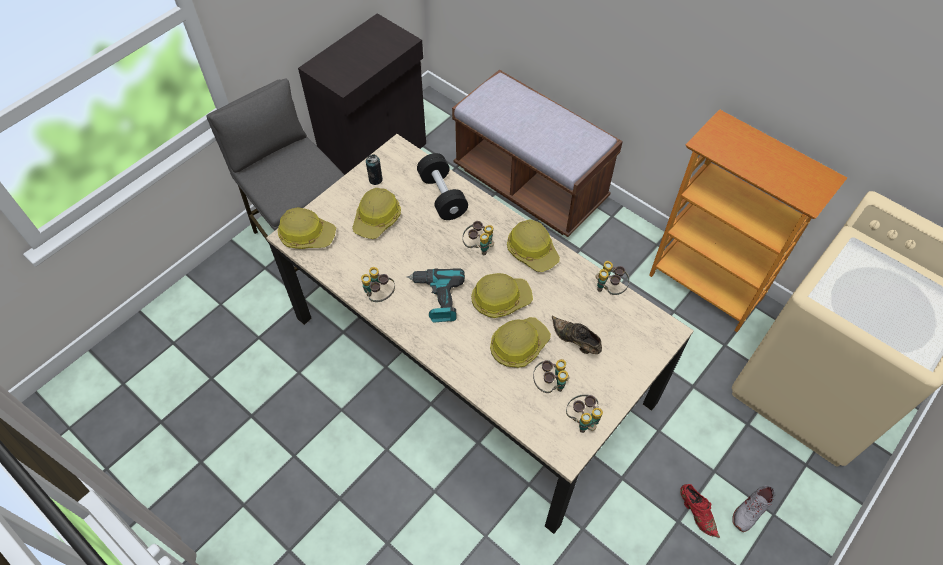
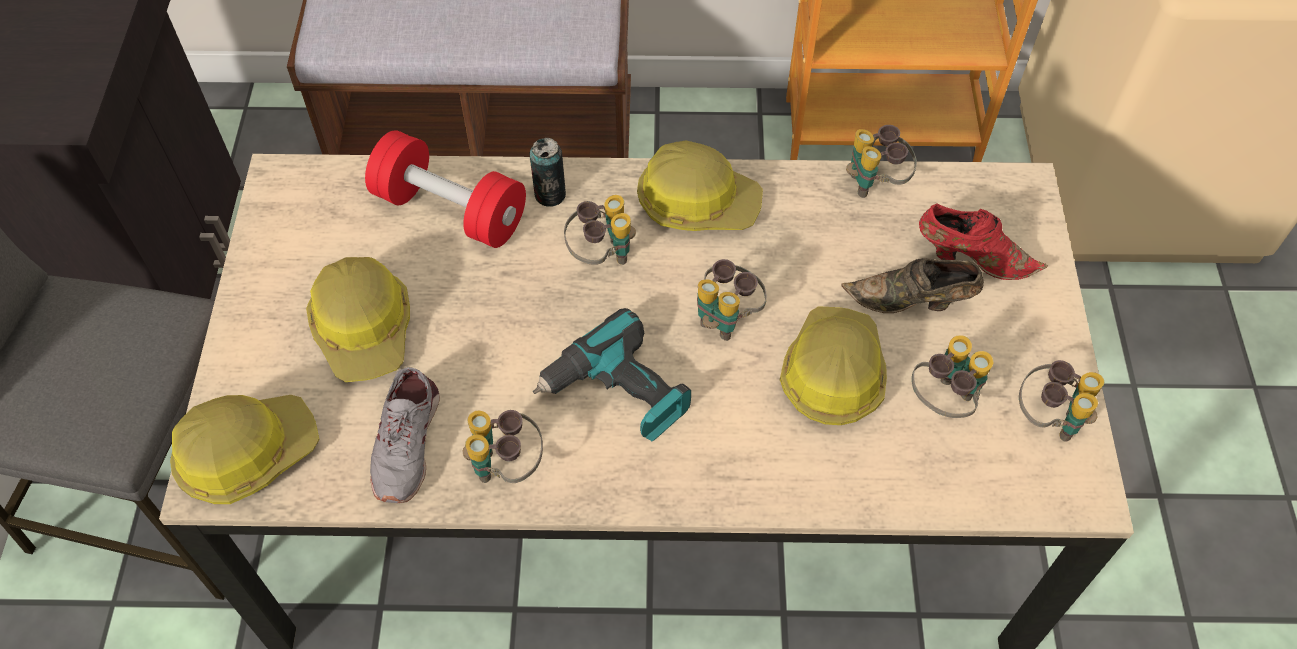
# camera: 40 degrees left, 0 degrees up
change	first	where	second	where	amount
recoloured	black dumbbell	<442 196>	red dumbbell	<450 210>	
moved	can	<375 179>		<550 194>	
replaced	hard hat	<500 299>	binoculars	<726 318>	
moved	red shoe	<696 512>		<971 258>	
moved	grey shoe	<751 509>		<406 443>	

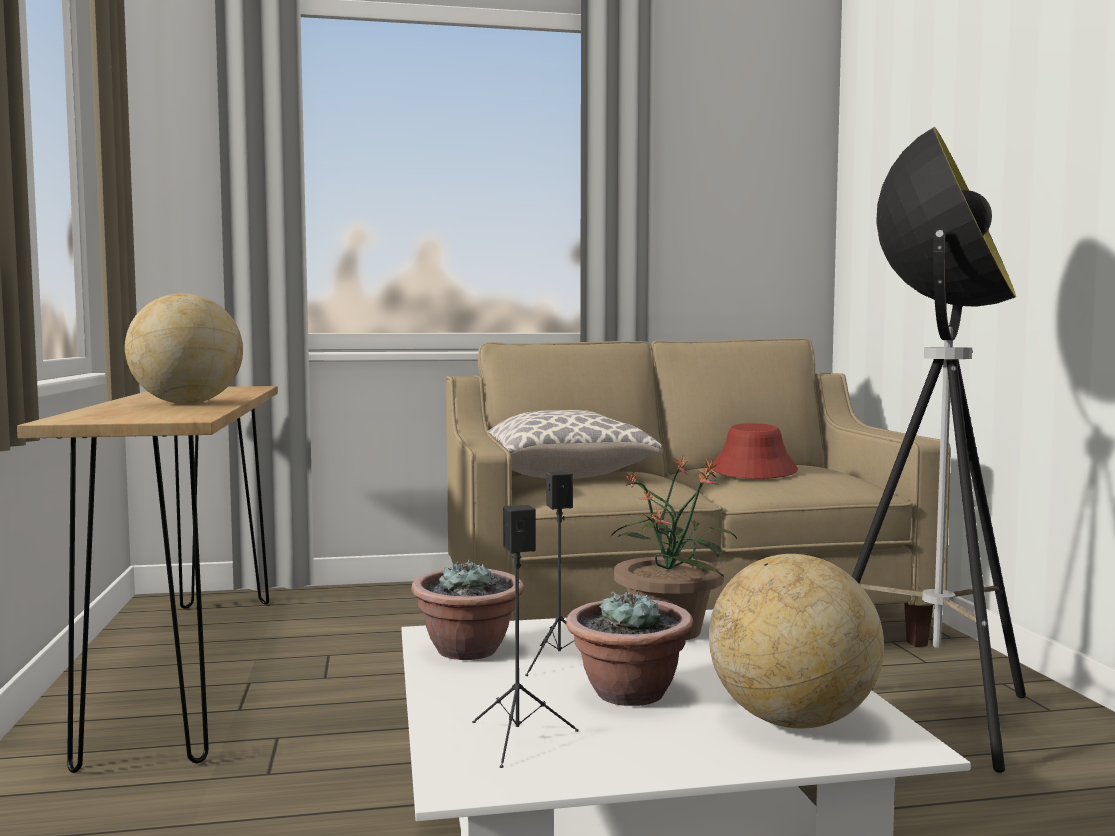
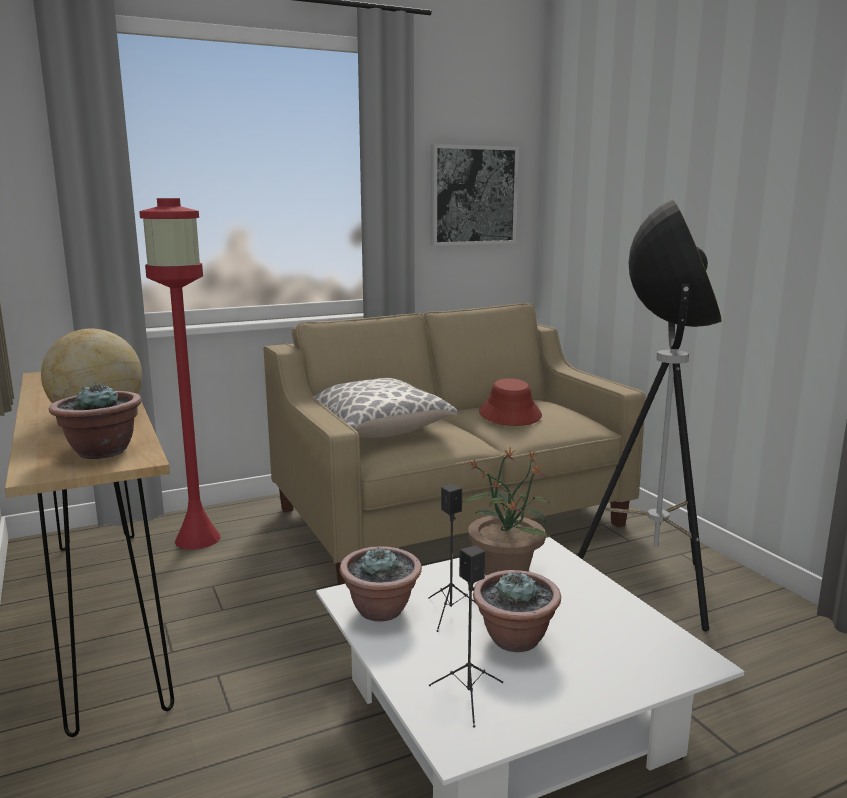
# camera: 15 degrees left, 10 degrees up
change	first	where	second	where	amount
removed	globe	<792 721>			
added			picture	<473 195>	
added			red floor lamp	<198 539>	
added			potted plant	<101 451>	

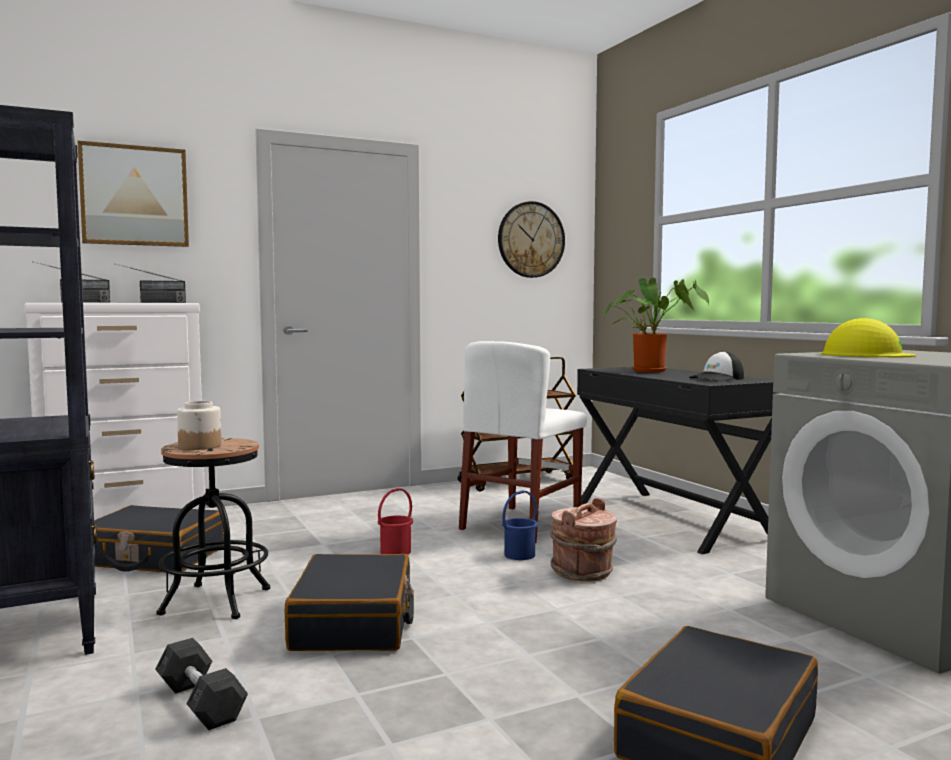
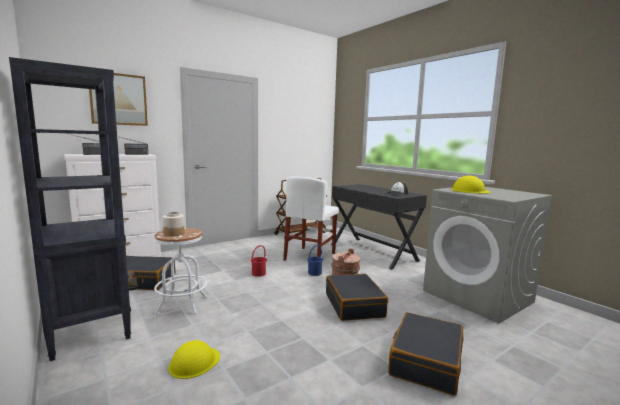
# camera: 10 degrees left, 5 degrees up
change	first	where	second	where	amount
removed	wall clock	<531 239>			
removed	potted plant	<652 371>			
recoloured	black stool	<216 601>	white stool	<182 305>	
moved	black suitcase	<354 623>		<354 305>	
replaced	grey dumbbell	<200 702>	yellow hard hat	<194 362>	

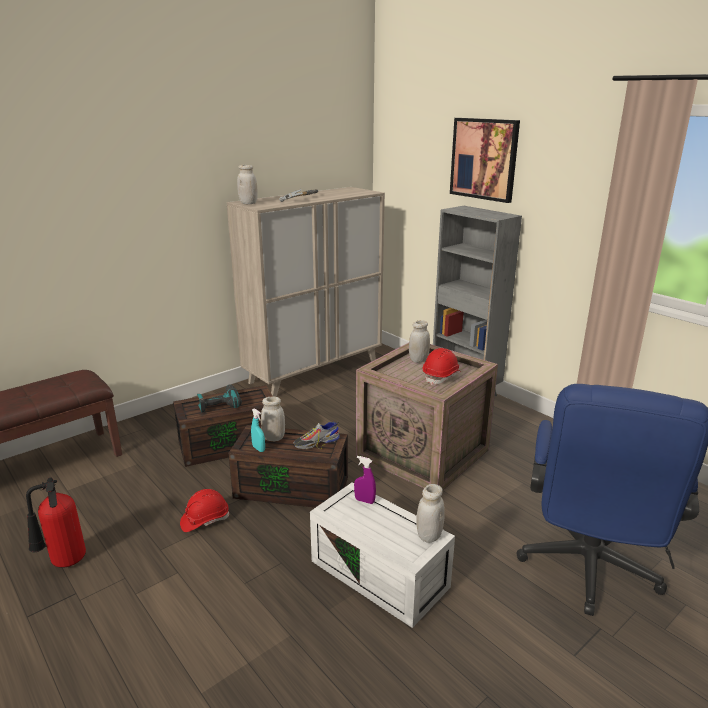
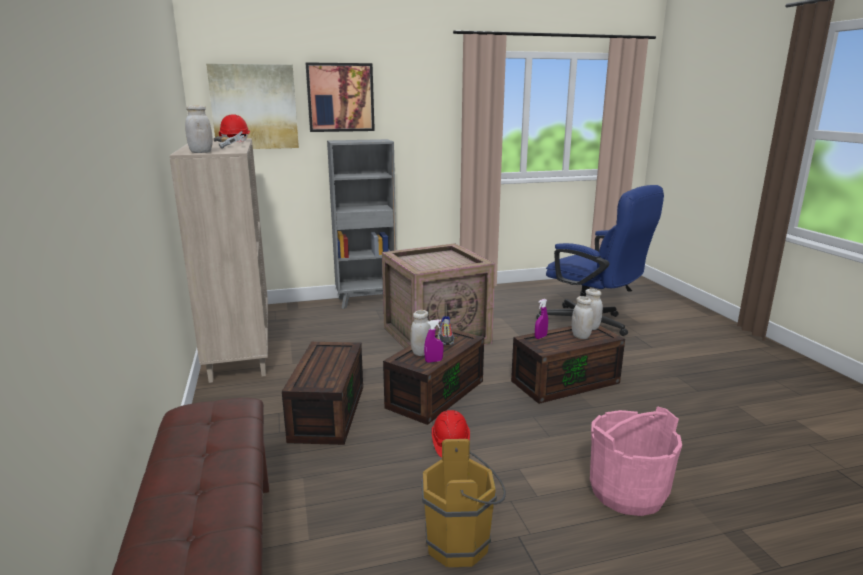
# camera: 65 degrees left, 5 degrees down
change	first	where	second	where	amount
moved	white jar	<418 360>		<581 336>	
moved	red hard hat	<441 376>		<235 141>	
removed	power drill	<219 403>			
recoloured	turquoise spray bottle	<258 449>	purple spray bottle	<433 361>	
replaced	fire extinguisher	<64 563>	brown bucket	<462 544>	
recoloured	white storage box	<382 573>	brown storage box	<565 381>	
added			picture	<254 107>	
added			pink bucket	<627 491>	

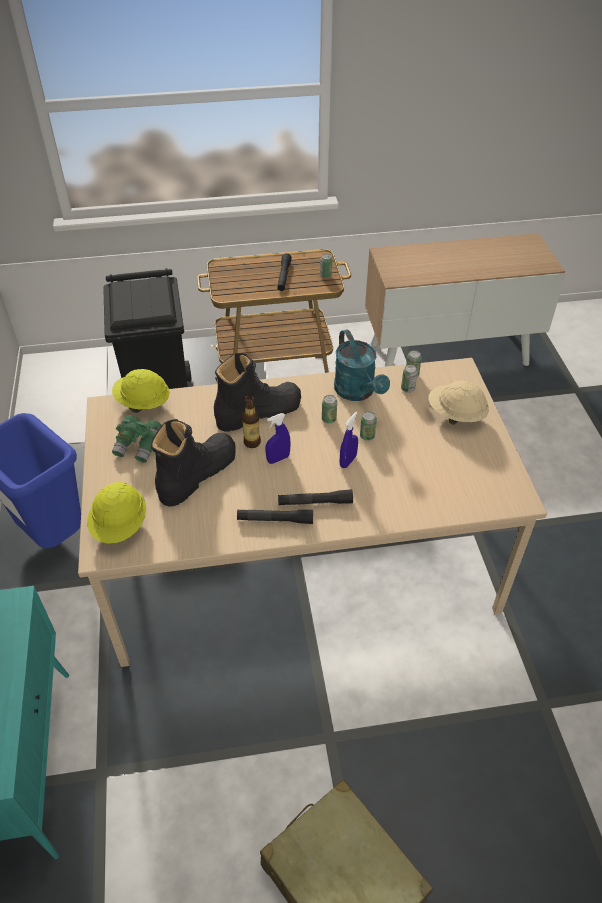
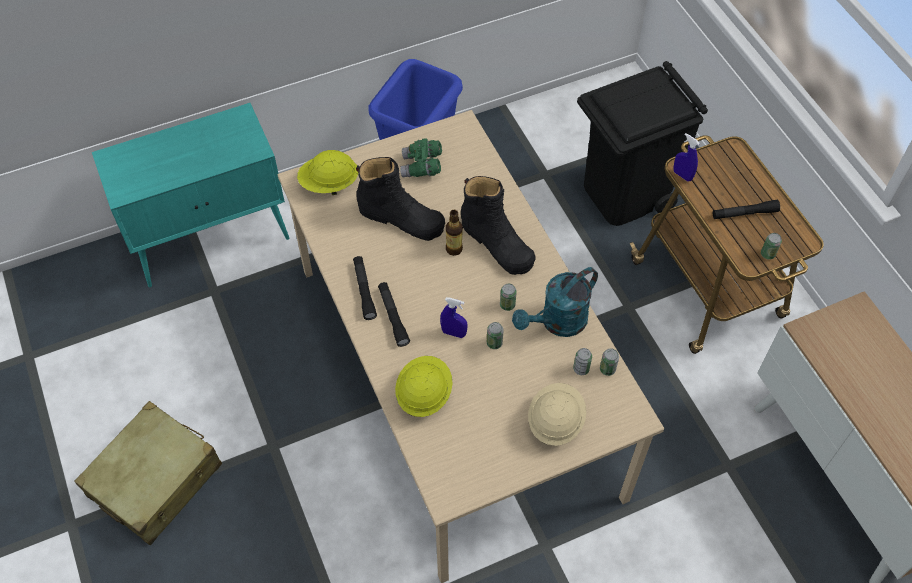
# camera: 75 degrees right, 10 degrees up
change	first	where	second	where	amount
moved	yellow hard hat	<143 403>		<423 394>	
moved	blue spray bottle	<278 459>		<682 175>	

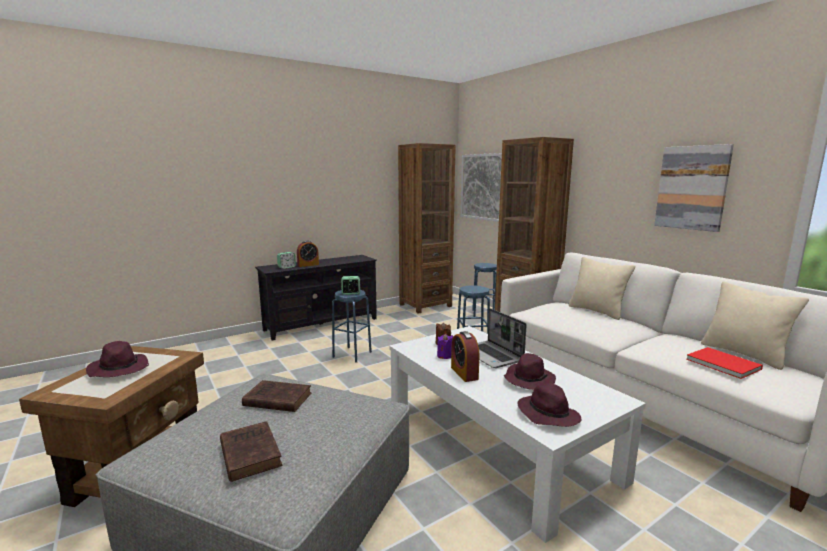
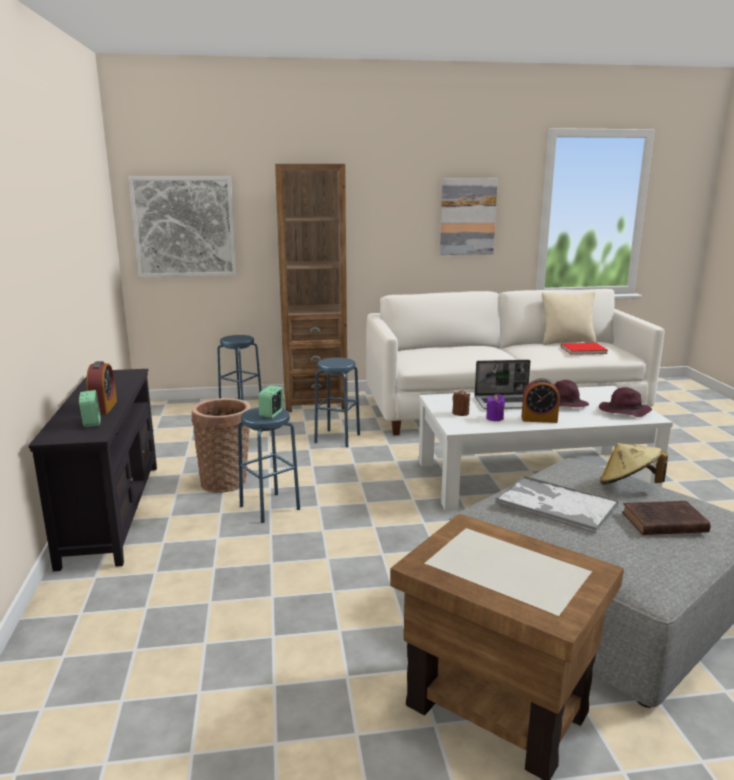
# camera: 65 degrees left, 5 degrees up
change	first	where	second	where	amount
removed	brown bookcase	<425 305>			
removed	beige pillow	<597 311>			
removed	purple hat	<118 369>			
replaced	brown book	<276 399>	tray	<555 504>	
added			basket	<226 481>	
added			beige hat	<628 485>	

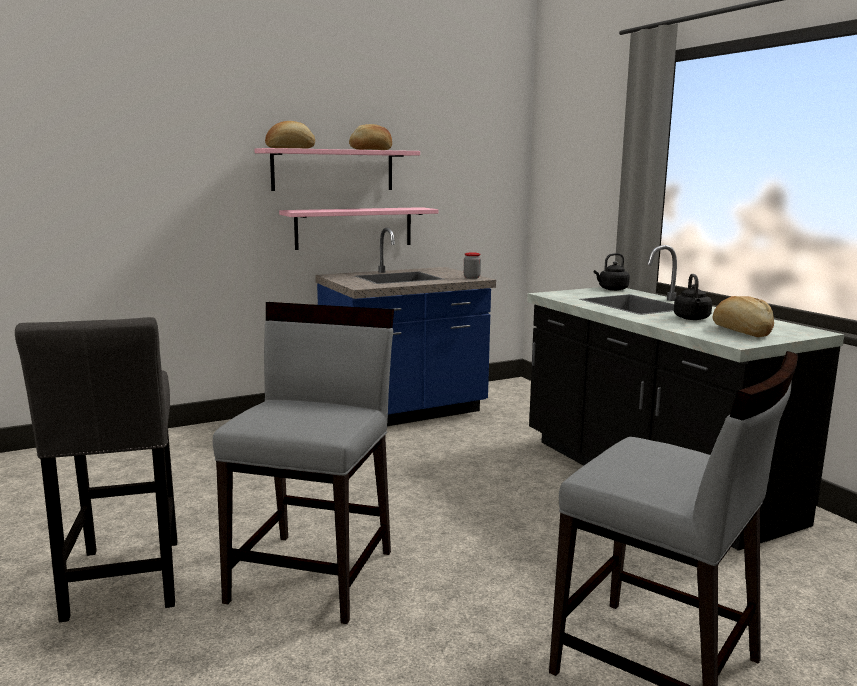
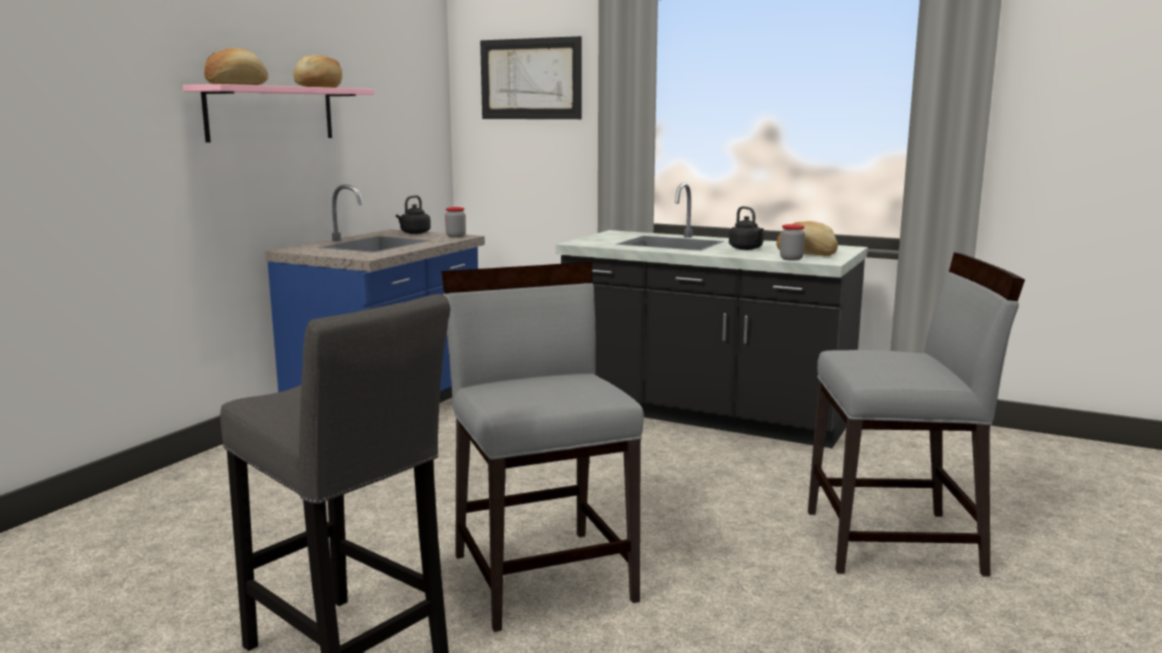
# camera: 35 degrees left, 0 degrees up
change	first	where	second	where	amount
removed	pink shelf	<354 228>			
moved	black kettle	<611 289>		<414 233>	
added			picture	<530 79>	
added			jar	<791 259>	

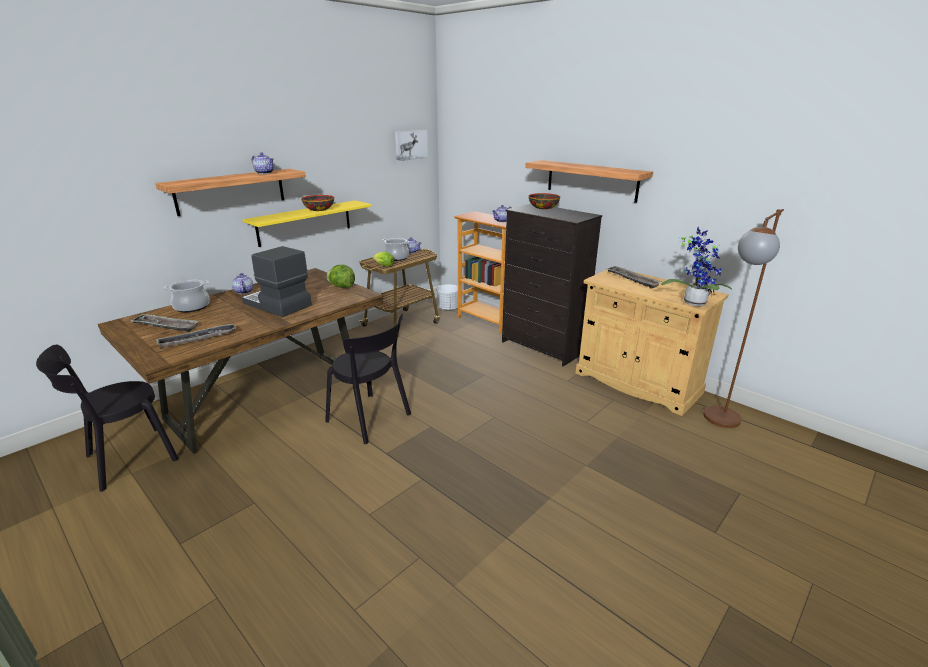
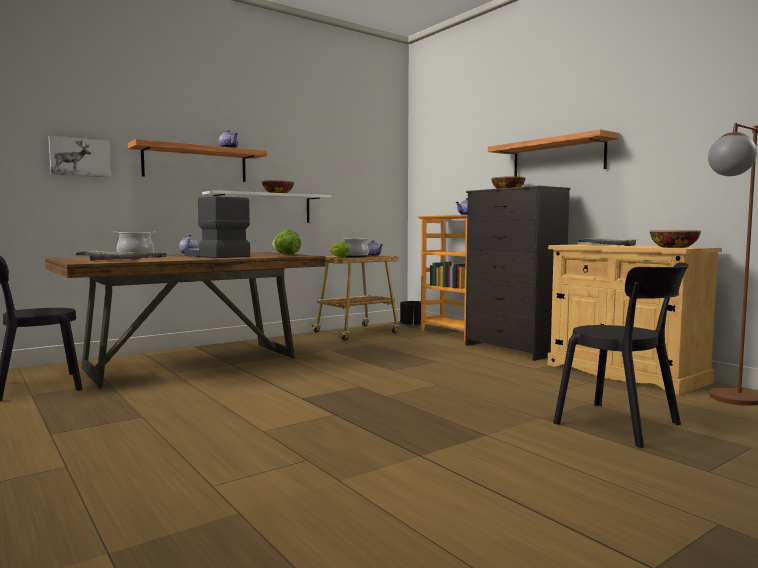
# camera: 10 degrees right, 20 degrees down
change	first	where	second	where	amount
moved	picture	<410 145>		<80 157>	
recoloured	yellow shelf	<305 223>	white shelf	<263 208>	
replaced	potted plant	<693 302>	bowl	<674 247>	
recoloured	white planter	<448 308>	black planter	<413 326>	
moved	black chair	<371 419>		<622 425>	

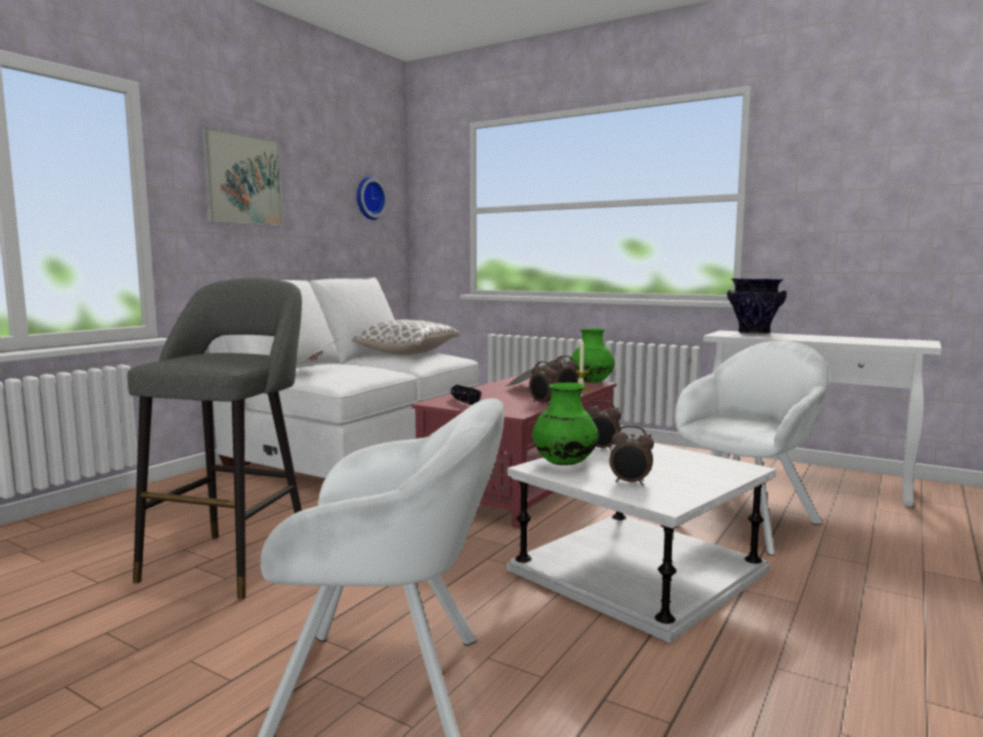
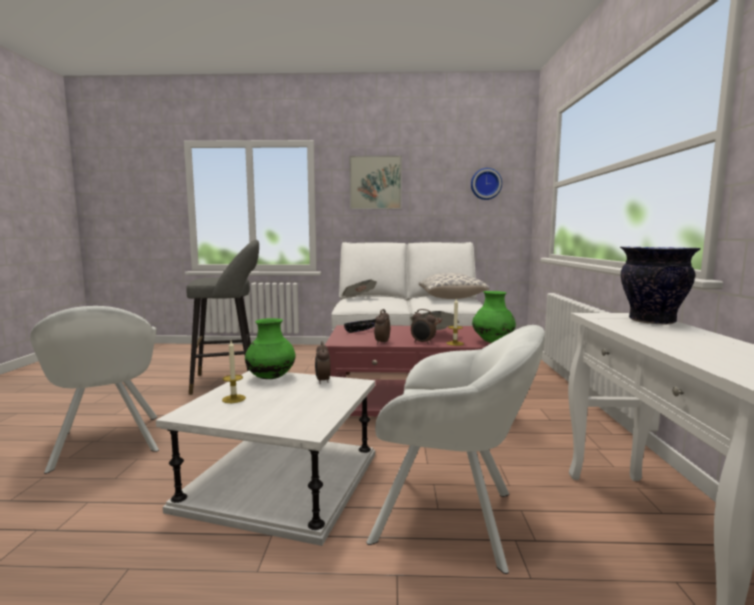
# camera: 60 degrees right, 0 degrees up
change	first	where	second	where	amount
replaced	alarm clock	<630 483>	candle	<233 399>	

